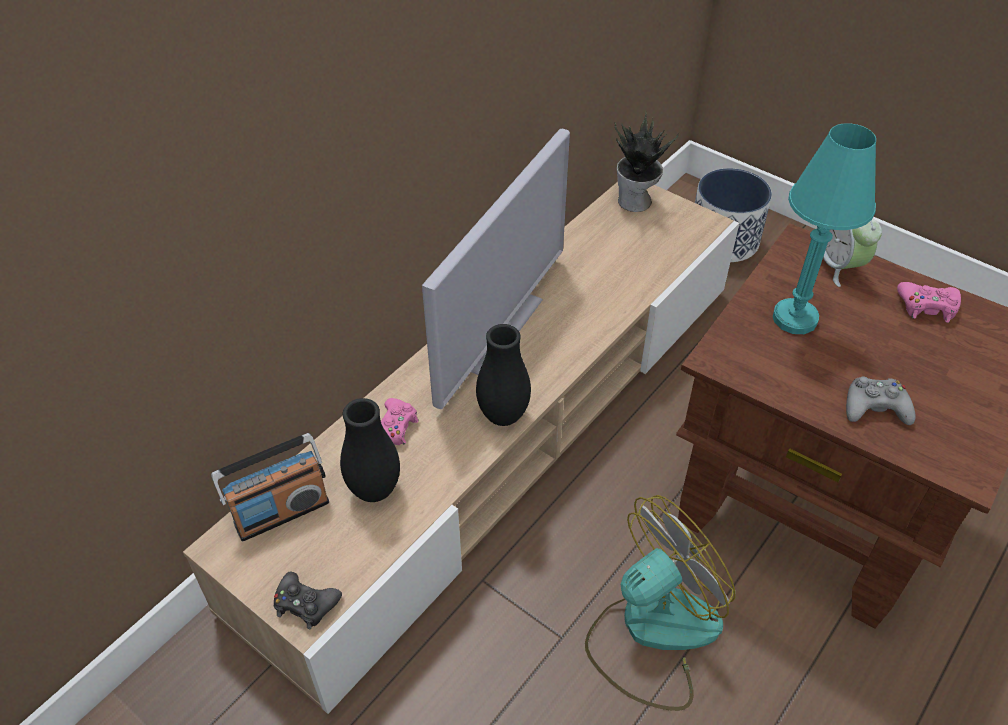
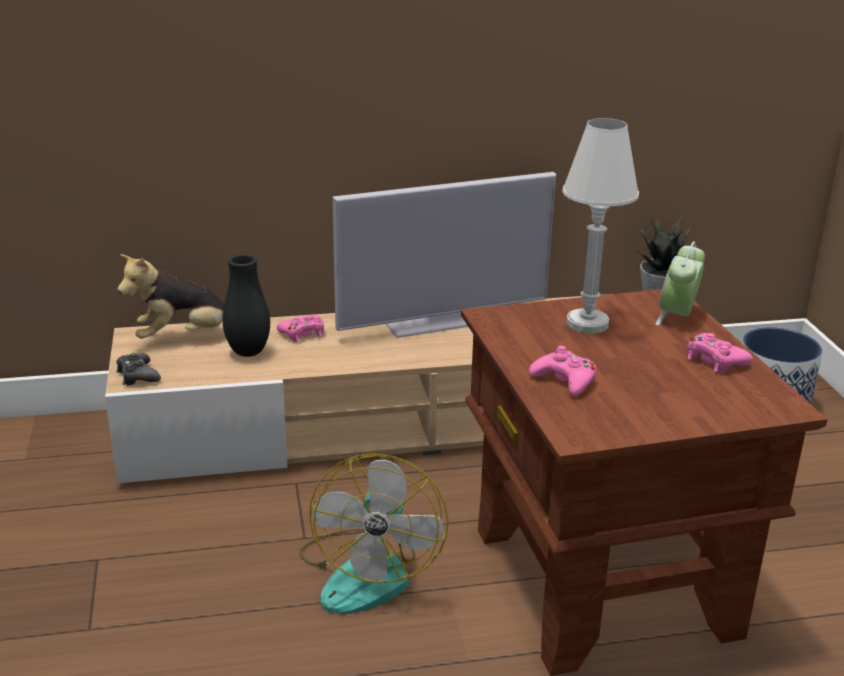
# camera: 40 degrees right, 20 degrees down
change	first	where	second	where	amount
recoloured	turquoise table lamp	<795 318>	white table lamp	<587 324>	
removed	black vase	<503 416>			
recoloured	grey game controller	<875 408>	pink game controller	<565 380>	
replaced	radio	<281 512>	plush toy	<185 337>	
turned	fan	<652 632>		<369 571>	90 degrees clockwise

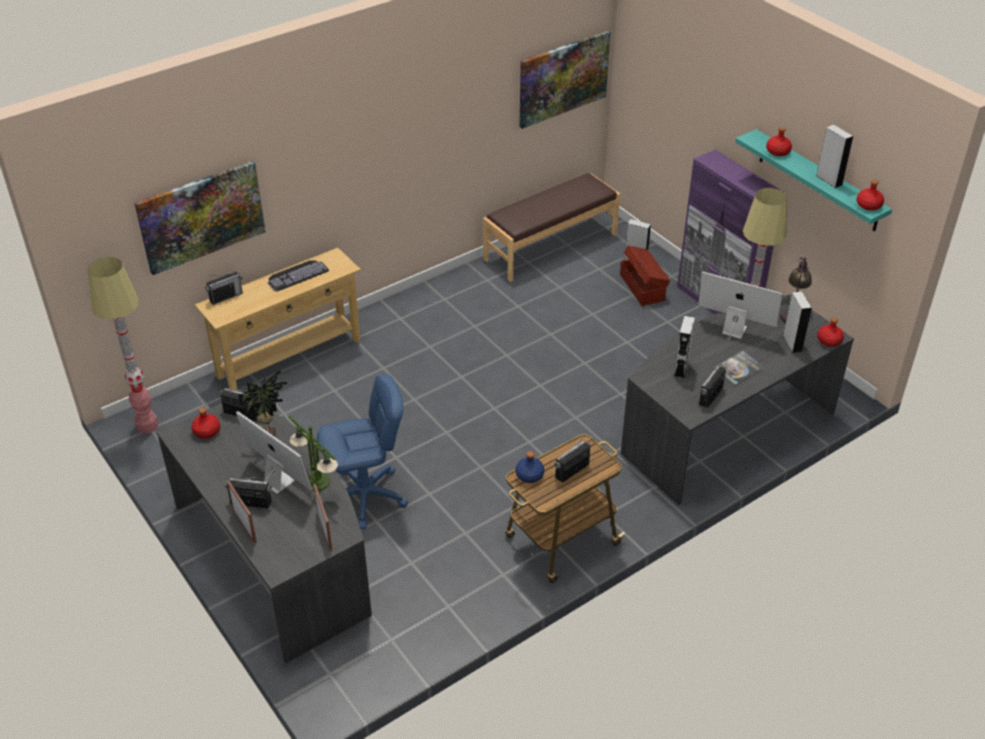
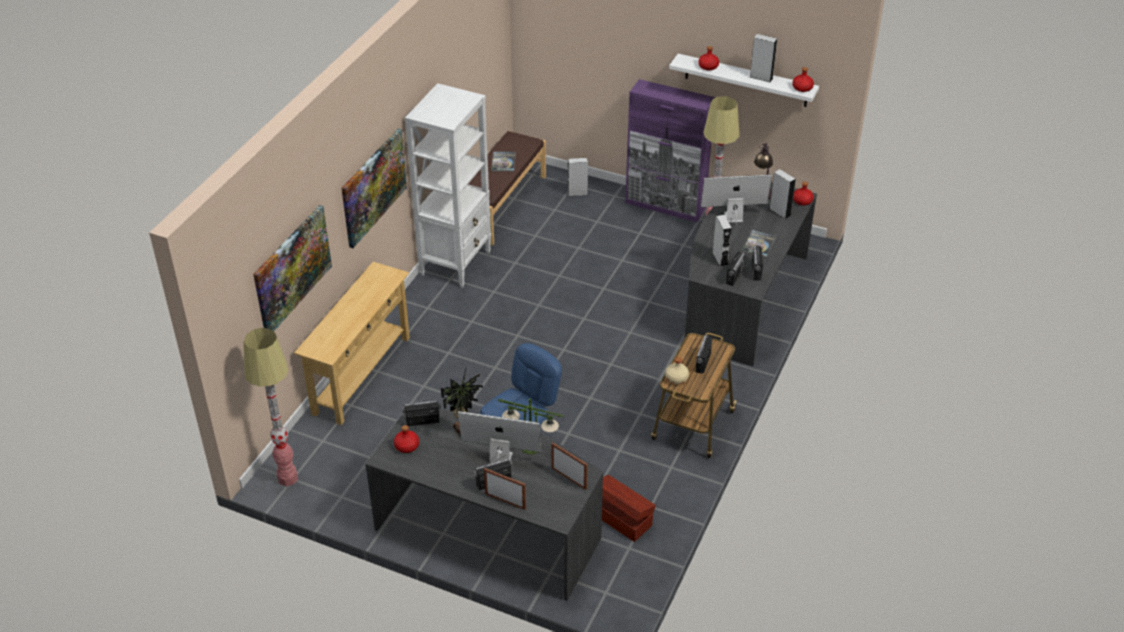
# camera: 30 degrees left, 0 degrees up
change	first	where	second	where	amount
moved	picture	<563 78>		<373 187>	
recoloured	turquoise shelf	<818 181>	white shelf	<746 80>	
moved	brown storage box	<642 287>		<619 517>	
removed	keyboard	<297 274>			
moved	radio	<226 297>		<734 276>	
recoloured	blue bottle	<529 475>	beige bottle	<676 378>	
added			white bookcase	<456 263>	
added			book	<503 162>	

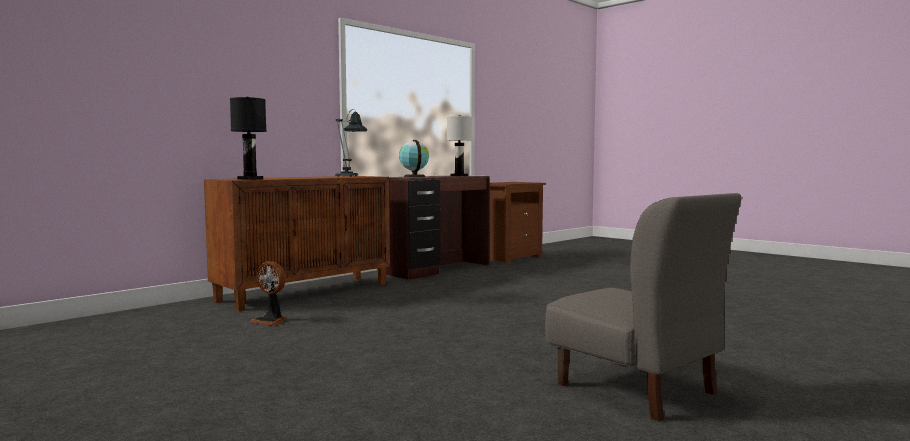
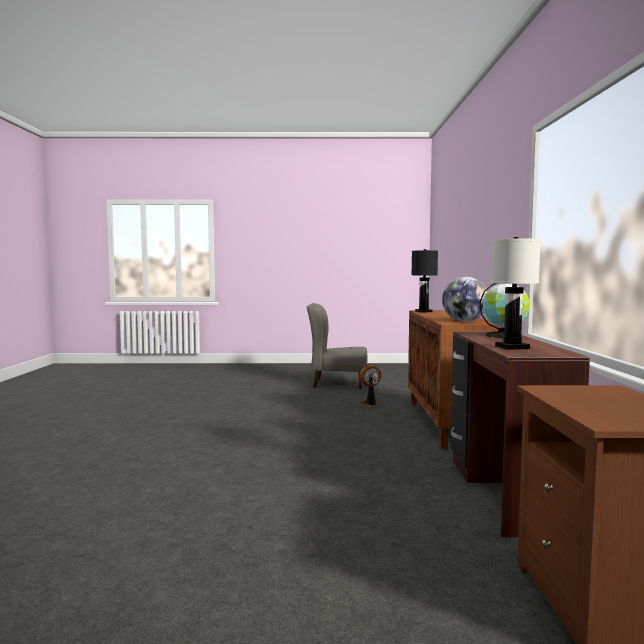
# camera: 135 degrees right, 0 degrees up
change	first	where	second	where	amount
replaced	table lamp	<349 176>	globe	<464 321>	
moved	grey chair	<636 389>		<337 383>	

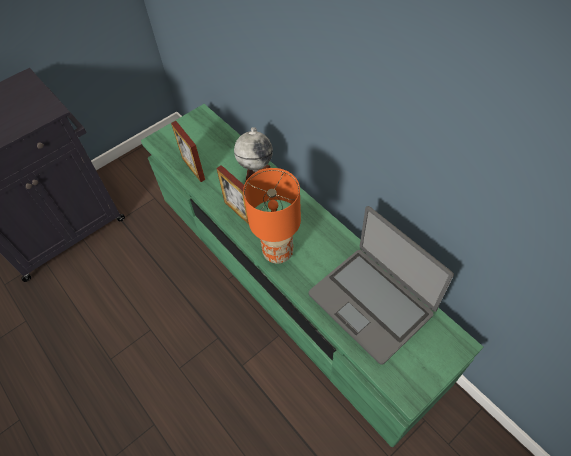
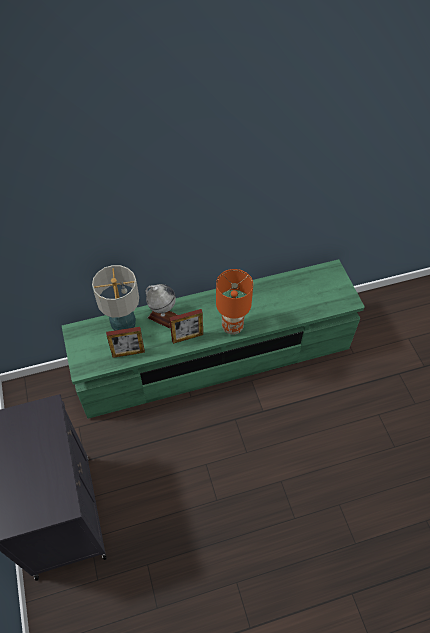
# camera: 70 degrees left, 0 degrees up
change	first	where	second	where	amount
removed	laptop	<371 303>			
added			table lamp	<124 328>	

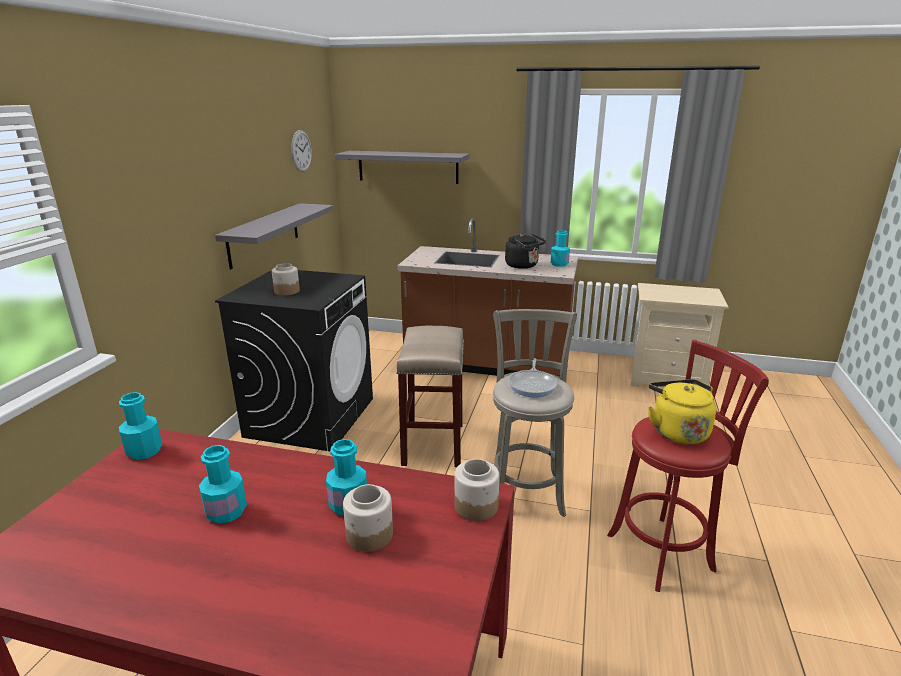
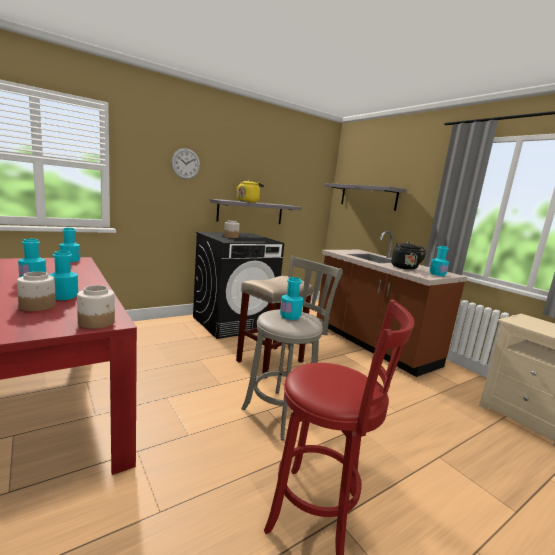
# camera: 40 degrees right, 10 degrees down
change	first	where	second	where	amount
moved	wall clock	<301 151>		<186 163>	
replaced	frying pan	<532 385>	turquoise bottle	<290 316>	
moved	yellow kettle	<677 431>		<248 202>	

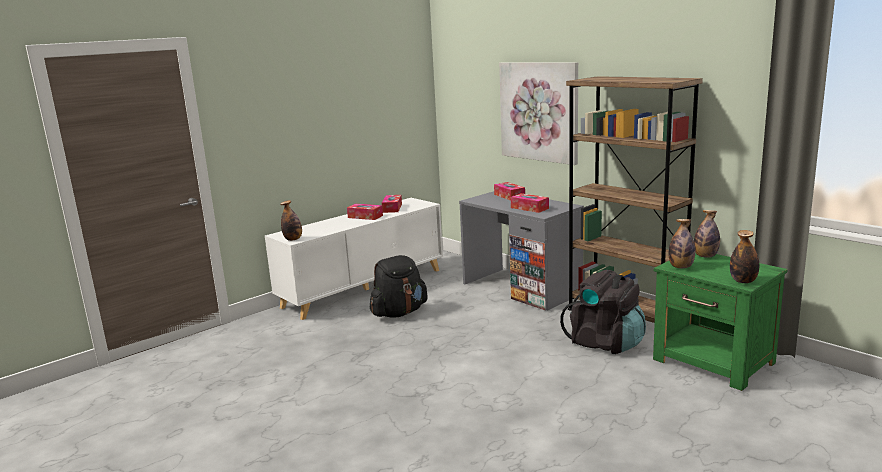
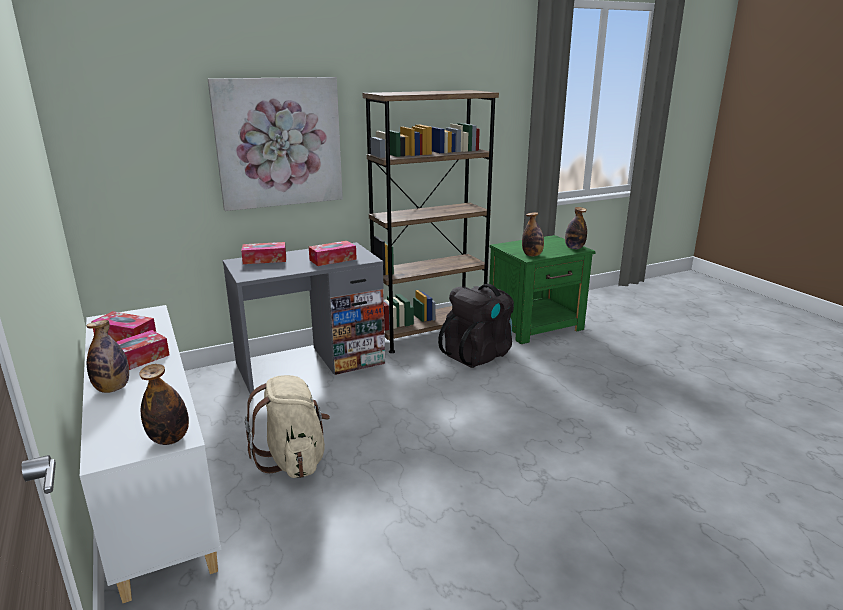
# camera: 75 degrees left, 5 degrees up
change	first	where	second	where	amount
moved	bottle	<705 256>		<112 389>	
recoloured	black backpack	<399 313>	beige backpack	<294 459>	

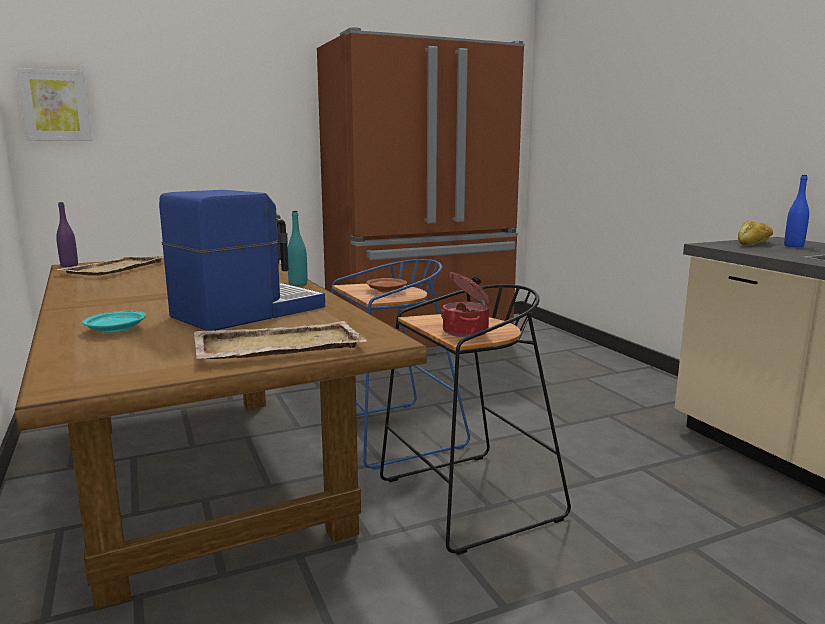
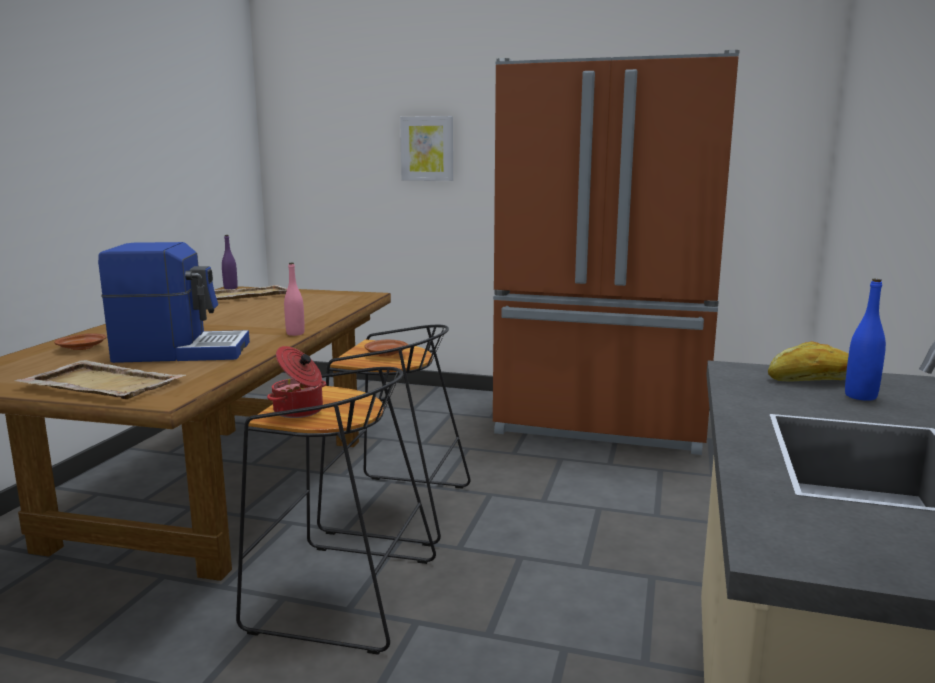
# camera: 40 degrees right, 0 degrees up
change	first	where	second	where	amount
moved	picture	<55 105>		<427 148>	
recoloured	turquoise bottle	<298 284>	pink bottle	<295 333>	
recoloured	blue stool	<391 435>	black stool	<394 509>	
recoloured	turquoise plate	<116 330>	brown plate	<82 348>	

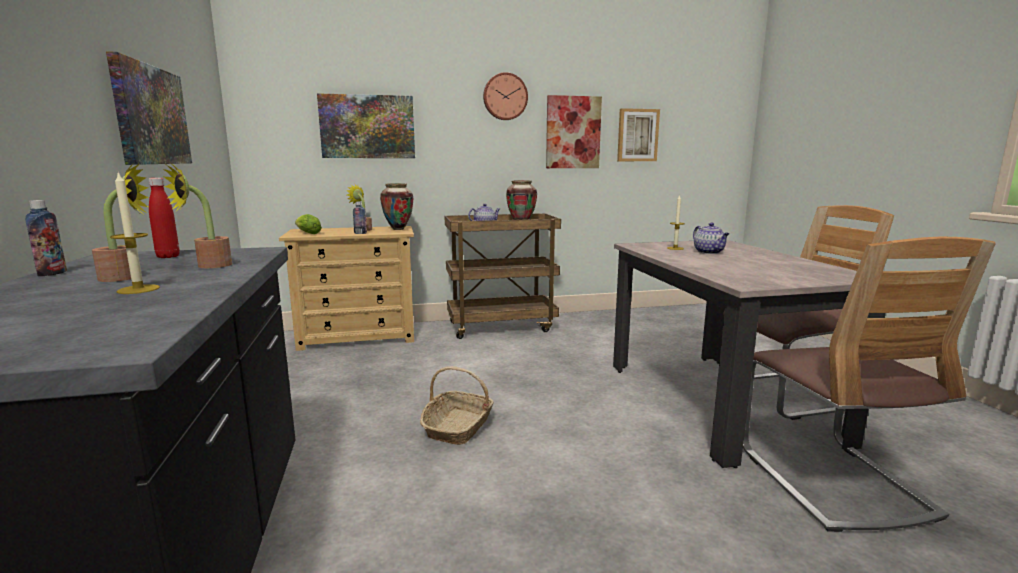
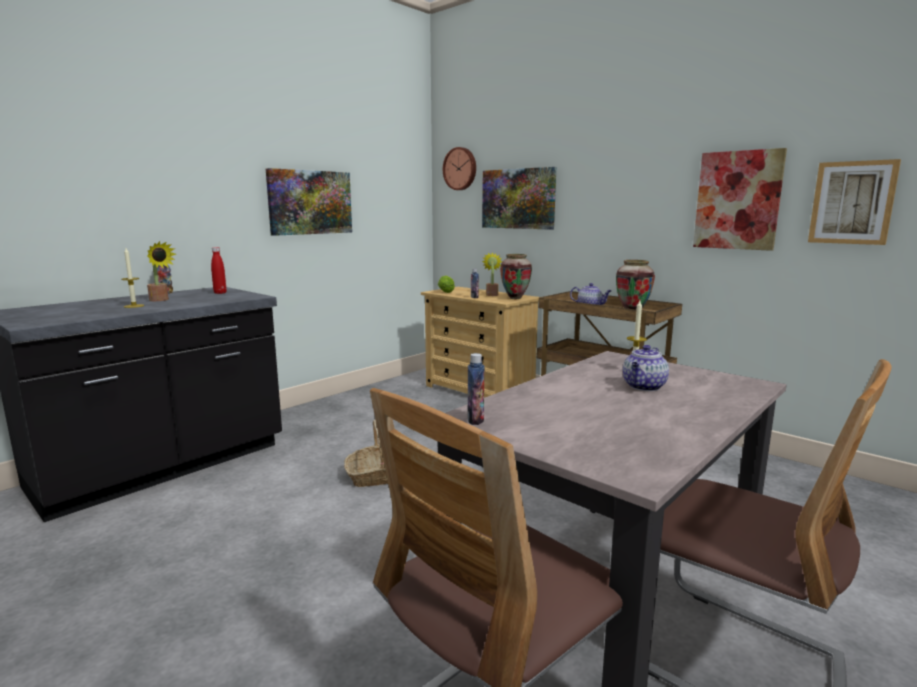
# camera: 55 degrees right, 0 degrees up
change	first	where	second	where	amount
moved	wall clock	<505 97>		<460 169>	
removed	potted plant	<208 266>			
added			bottle	<475 420>	

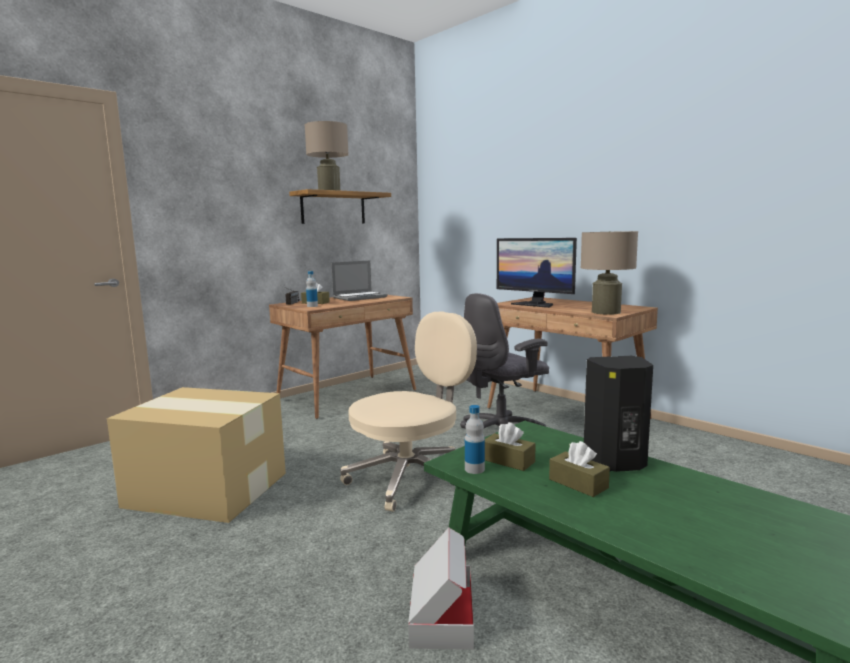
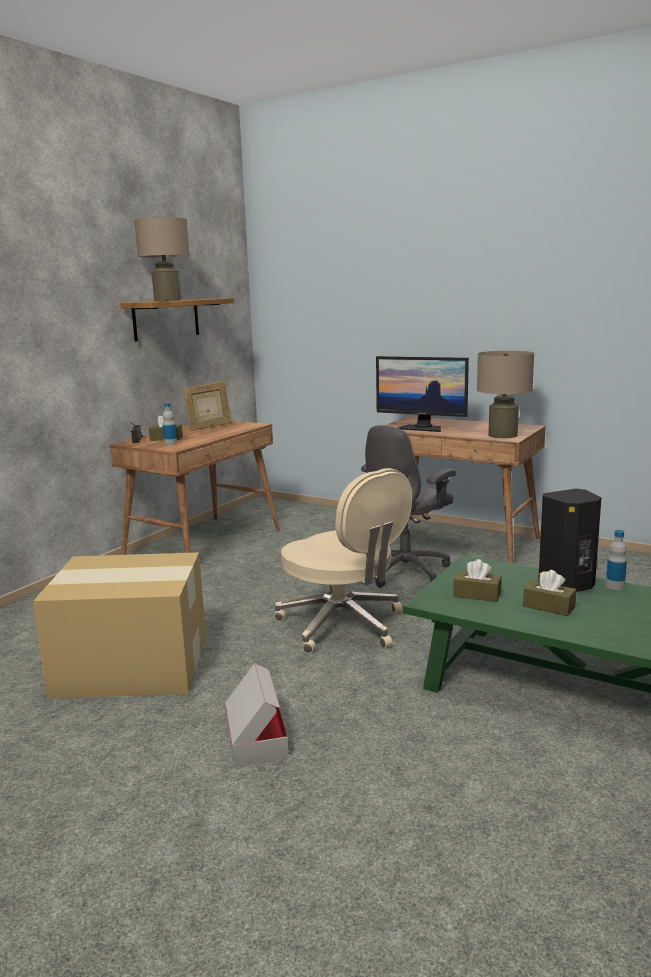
# camera: 15 degrees left, 5 degrees up
change	first	where	second	where	amount
replaced	laptop	<360 297>	picture frame	<209 427>	
turned	beige office chair	<411 478>		<343 625>	105 degrees clockwise
moved	bottle	<474 469>		<615 586>	
moved	cardboard box	<441 614>		<256 737>	

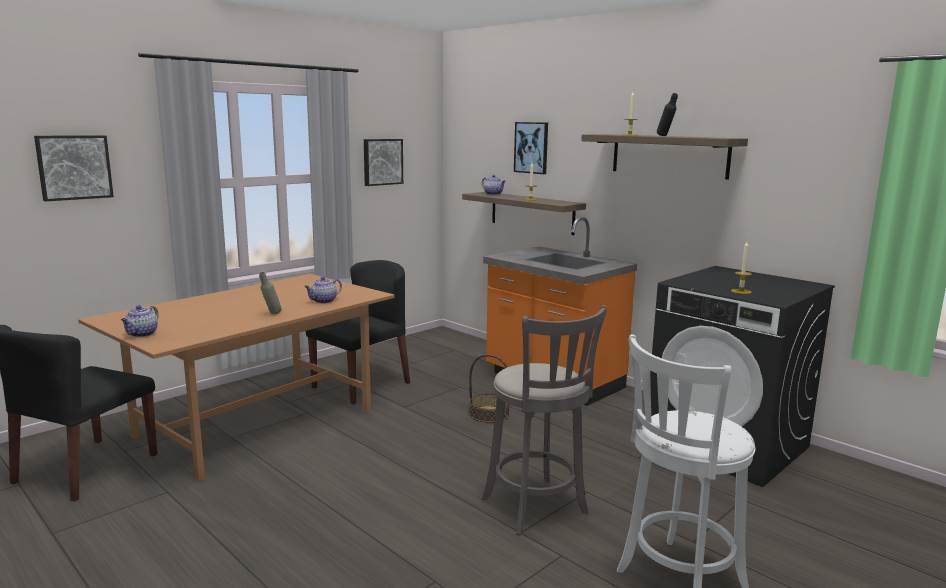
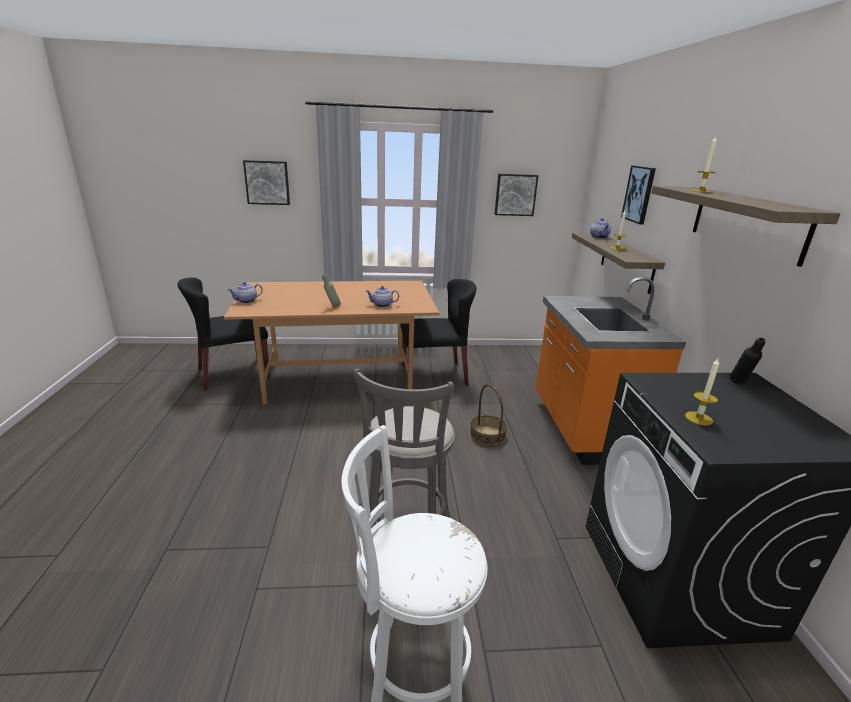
# camera: 40 degrees right, 10 degrees up
change	first	where	second	where	amount
moved	black bottle	<665 136>		<739 385>	

